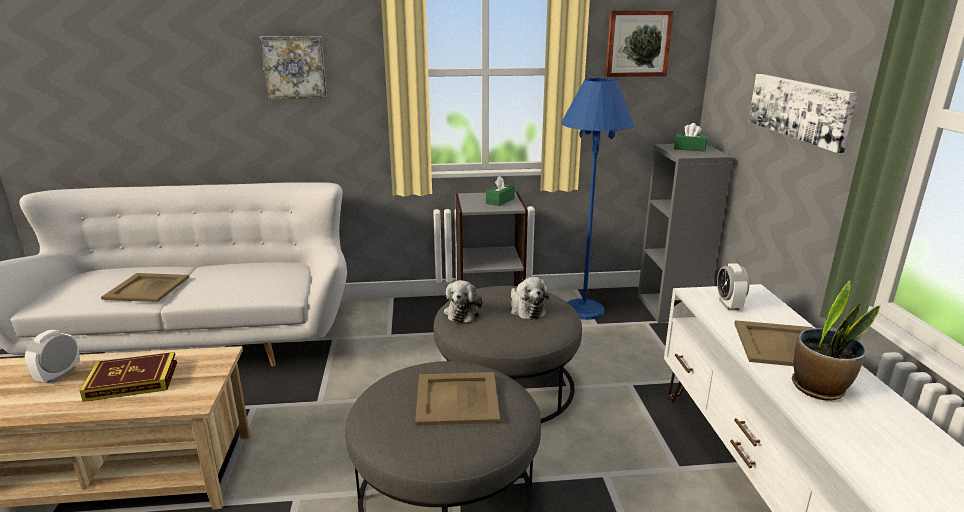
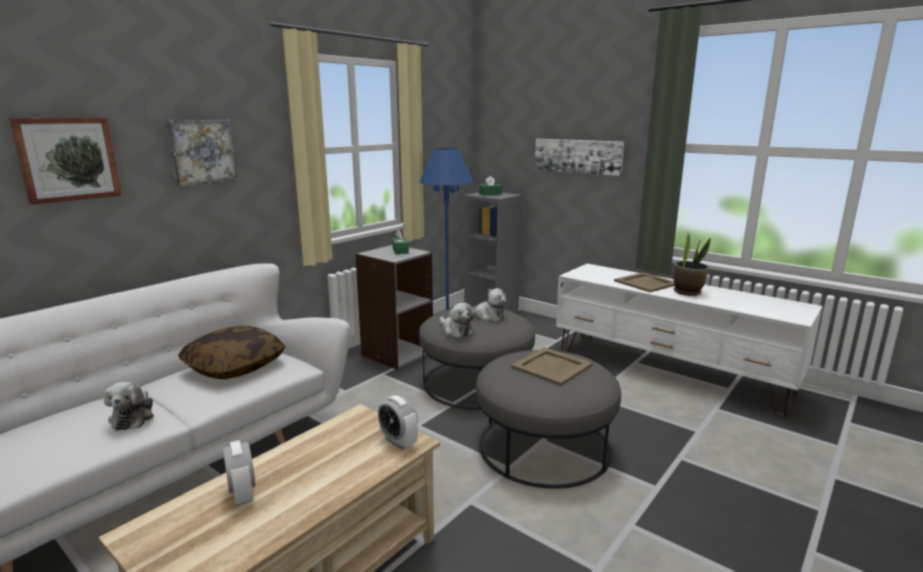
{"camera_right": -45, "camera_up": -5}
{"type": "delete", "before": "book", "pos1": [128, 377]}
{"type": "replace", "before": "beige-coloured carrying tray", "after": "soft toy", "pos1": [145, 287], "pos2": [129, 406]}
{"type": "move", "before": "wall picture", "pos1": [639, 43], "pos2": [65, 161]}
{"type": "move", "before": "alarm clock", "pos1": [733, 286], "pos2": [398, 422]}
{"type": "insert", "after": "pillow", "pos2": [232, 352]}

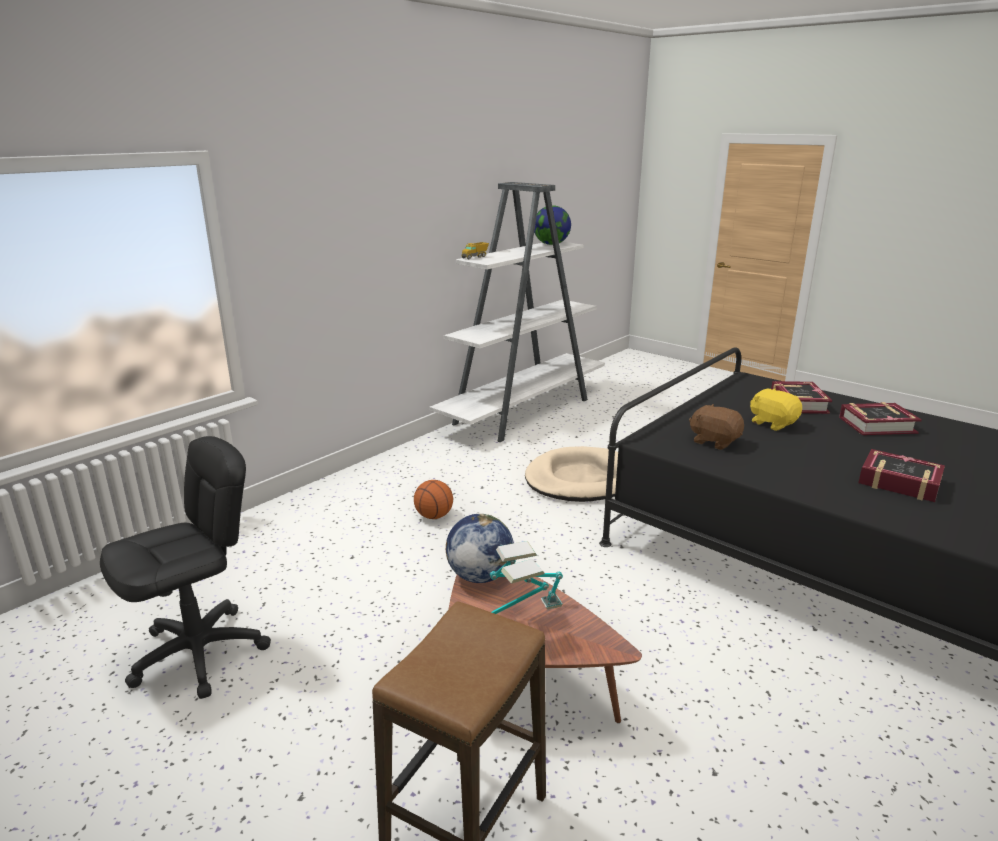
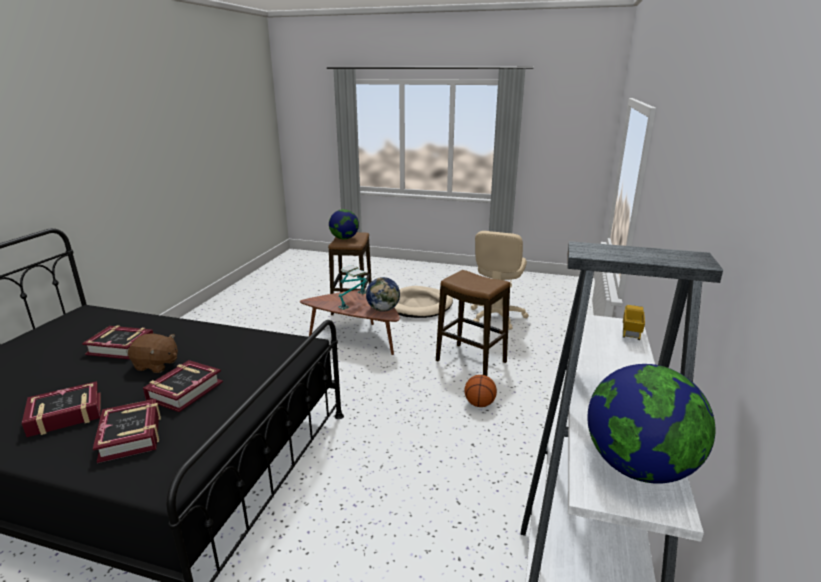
{"camera_right": 155, "camera_up": 0}
{"type": "recolor", "before": "black-coloured computer chair", "after": "beige-coloured computer chair", "pos1": [185, 567], "pos2": [500, 280]}
{"type": "move", "before": "beige-coloured pet bed", "pos1": [571, 474], "pos2": [423, 302]}
{"type": "move", "before": "brownish soft toy", "pos1": [716, 427], "pos2": [153, 353]}
{"type": "replace", "before": "yellow-coloured soft toy", "after": "book", "pos1": [776, 409], "pos2": [183, 386]}
{"type": "insert", "after": "world globe", "pos2": [344, 224]}
{"type": "insert", "after": "sitting stool", "pos2": [473, 323]}

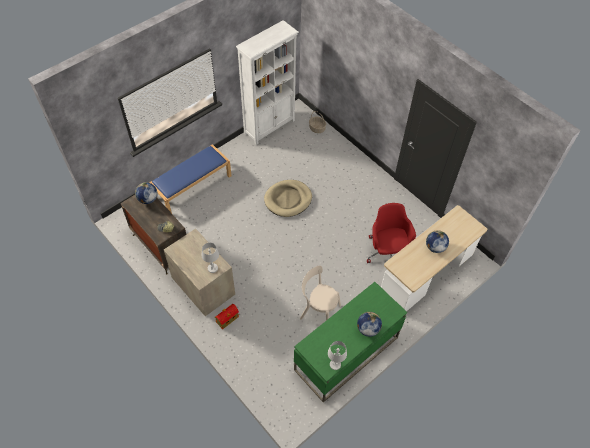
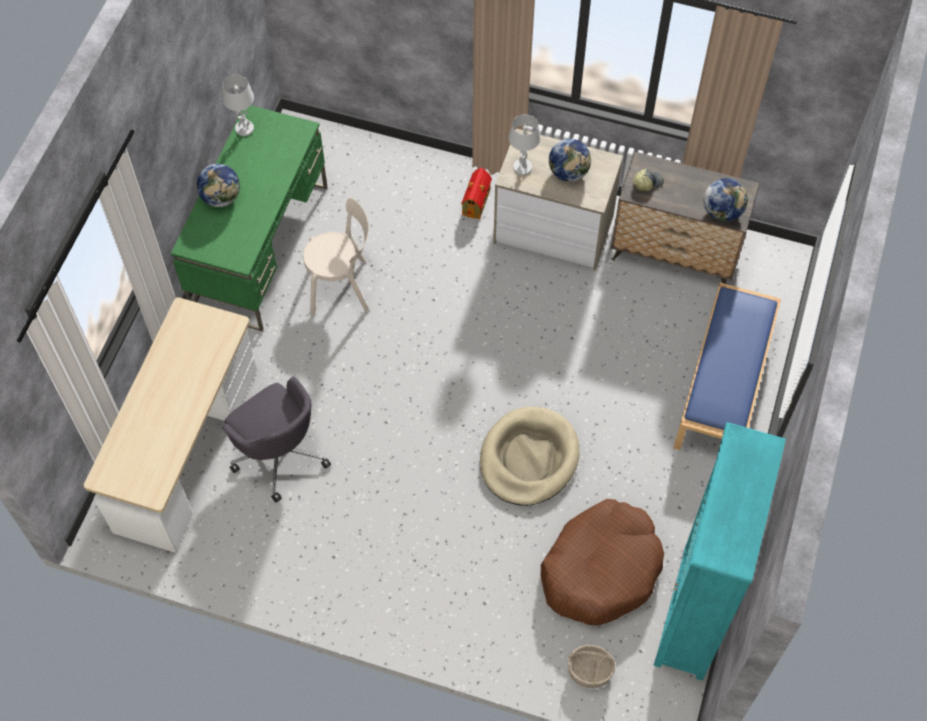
{"camera_right": 150, "camera_up": 5}
{"type": "recolor", "before": "white bookshelf", "after": "turquoise bookshelf", "pos1": [267, 82], "pos2": [720, 551]}
{"type": "recolor", "before": "red-coloured computer chair", "after": "grey computer chair", "pos1": [391, 233], "pos2": [276, 439]}
{"type": "move", "before": "world globe", "pos1": [437, 241], "pos2": [570, 160]}
{"type": "insert", "after": "brownish pet bed", "pos2": [602, 562]}

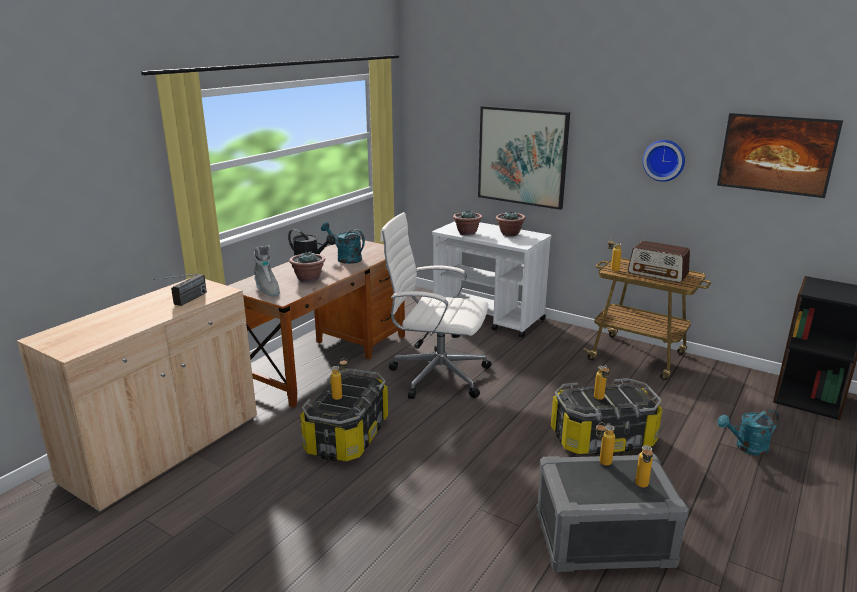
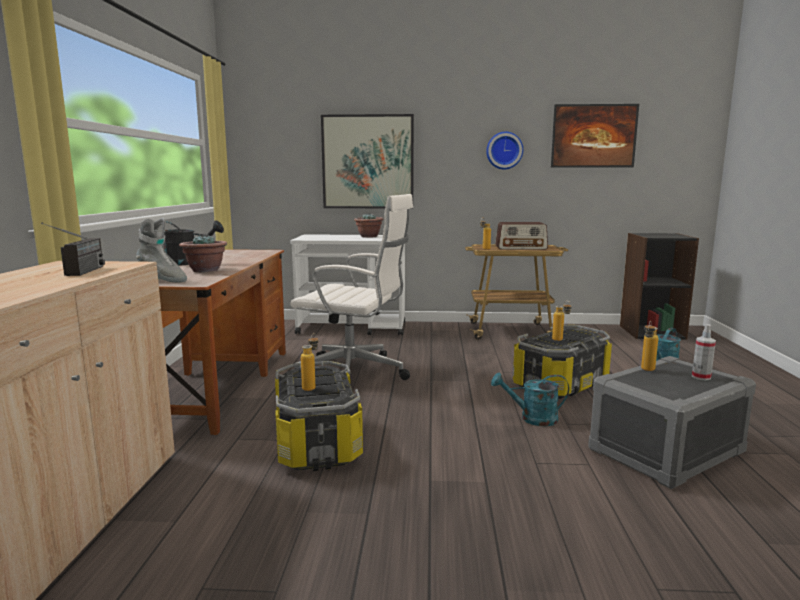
{"camera_right": -30, "camera_up": -10}
{"type": "move", "before": "turquoise watering can", "pos1": [343, 243], "pos2": [530, 399]}
{"type": "rotate", "before": "white computer chair", "pos1": [436, 305], "pos2": [351, 291], "turn": -150}
{"type": "delete", "before": "potted plant", "pos1": [467, 223]}
{"type": "replace", "before": "beverage bottle", "after": "hand sprayer", "pos1": [644, 466], "pos2": [704, 353]}

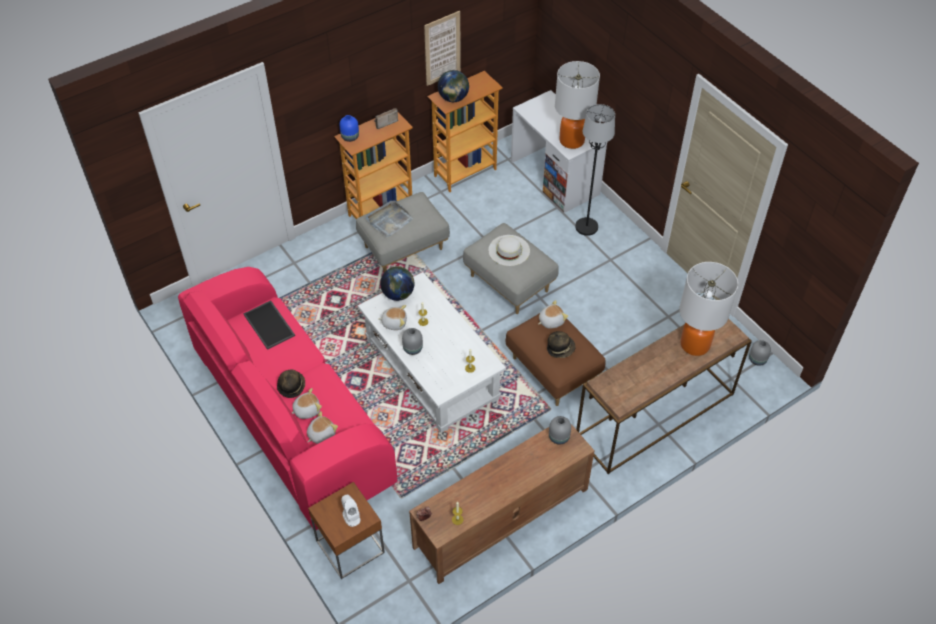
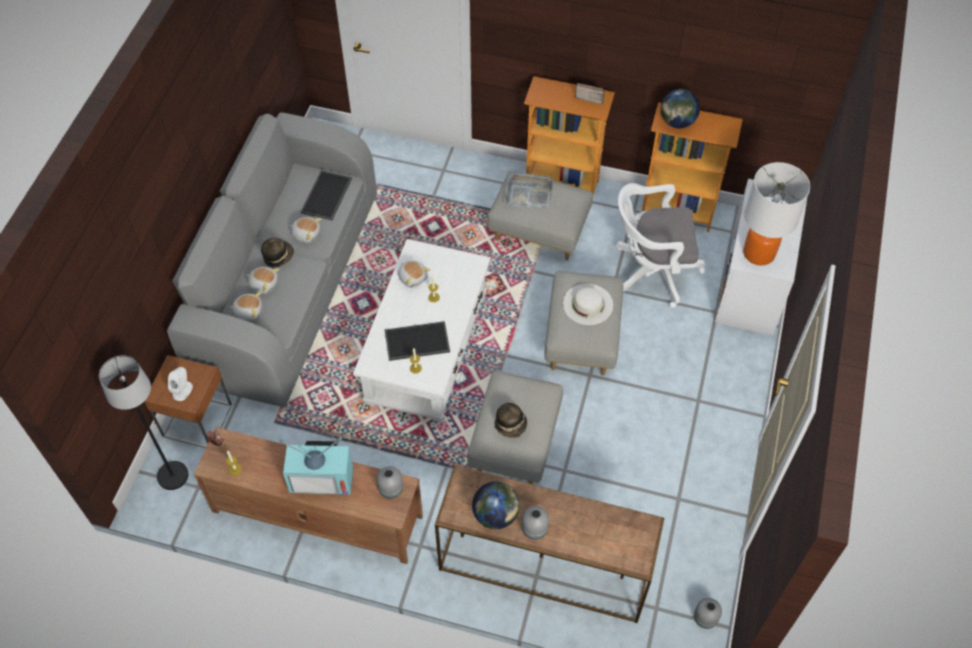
{"camera_right": 50, "camera_up": 5}
{"type": "recolor", "before": "pinkish couch", "after": "grey couch", "pos1": [288, 398], "pos2": [272, 259]}
{"type": "delete", "before": "bluish decorative vase", "pos1": [349, 128]}
{"type": "move", "before": "world globe", "pos1": [397, 283], "pos2": [495, 505]}
{"type": "move", "before": "grey decorative vase", "pos1": [412, 341], "pos2": [535, 522]}
{"type": "delete", "before": "wall picture", "pos1": [442, 48]}
{"type": "recolor", "before": "brownish ottoman", "after": "grey ottoman", "pos1": [556, 359], "pos2": [515, 427]}
{"type": "move", "before": "soft toy", "pos1": [553, 314], "pos2": [306, 230]}
{"type": "move", "before": "black-coloured standing lamp", "pos1": [595, 170], "pos2": [143, 422]}
{"type": "delete", "before": "lamp for a table", "pos1": [708, 309]}
{"type": "insert", "after": "TV", "pos2": [316, 466]}
{"type": "insert", "after": "carrying tray", "pos2": [417, 341]}
{"type": "insert", "after": "white computer chair", "pos2": [660, 245]}

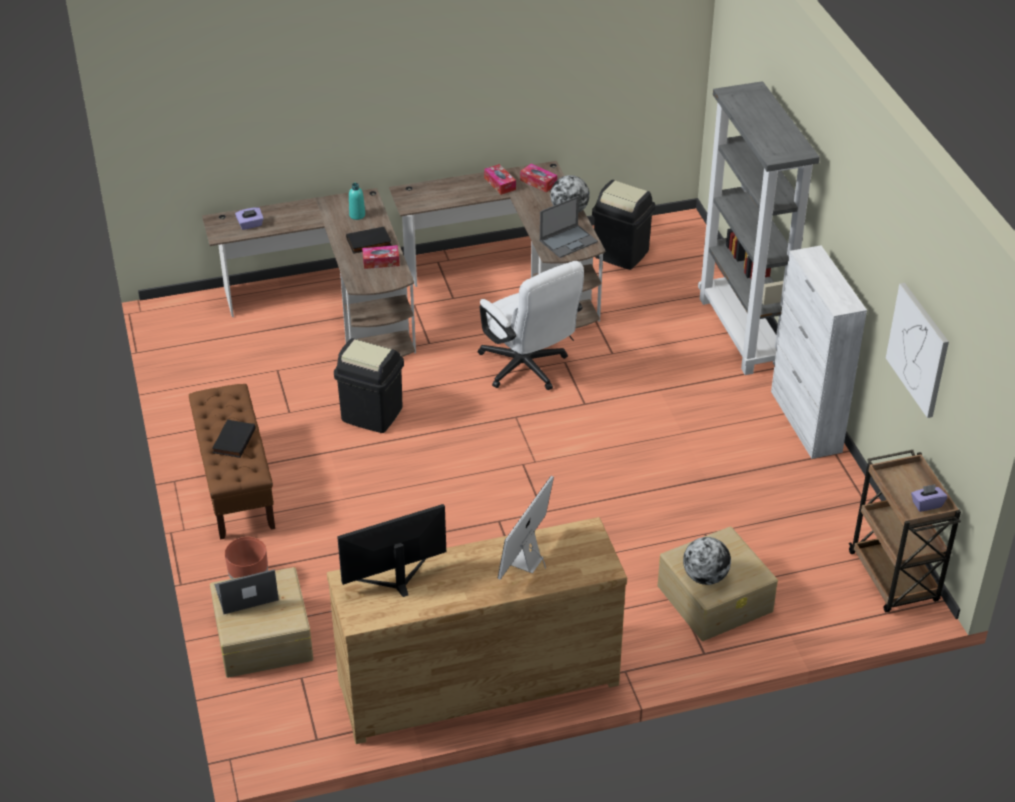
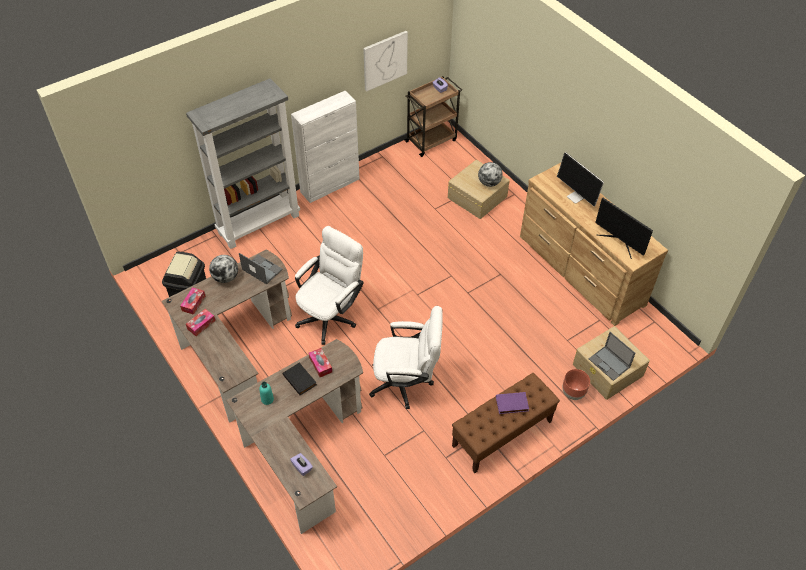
{"camera_right": -110, "camera_up": 10}
{"type": "recolor", "before": "black-coloured book", "after": "purple book", "pos1": [234, 439], "pos2": [512, 403]}
{"type": "replace", "before": "black-coloured trash can", "after": "white computer chair", "pos1": [369, 385], "pos2": [406, 357]}
{"type": "rotate", "before": "computer screen", "pos1": [526, 528], "pos2": [580, 179], "turn": 45}

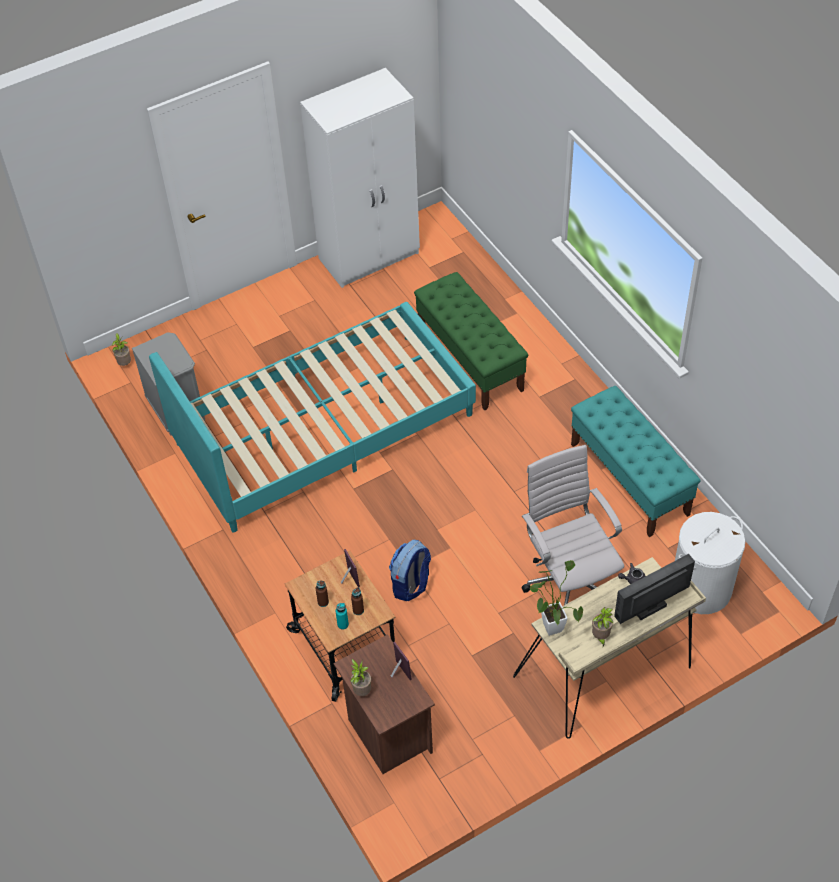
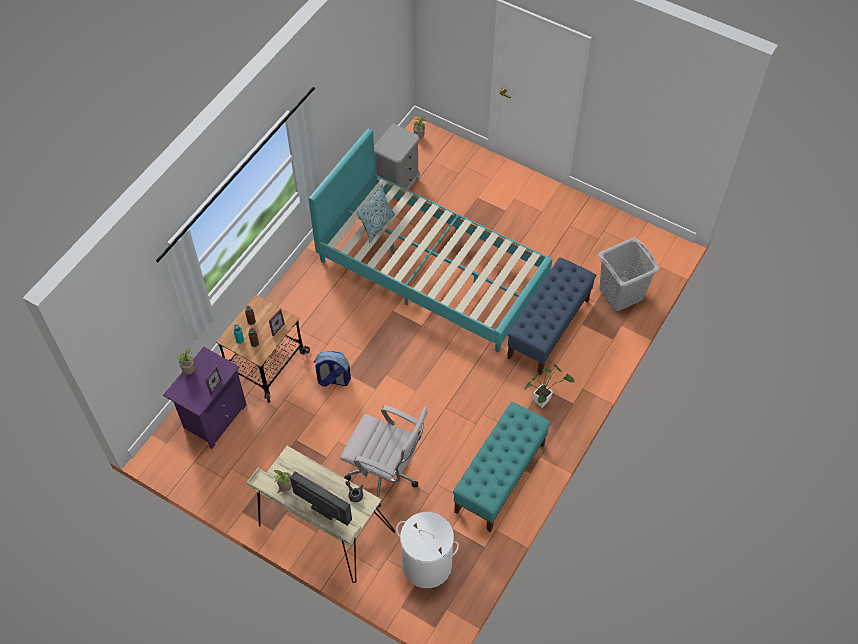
{"camera_right": 60, "camera_up": 5}
{"type": "delete", "before": "white armoire", "pos1": [360, 178]}
{"type": "recolor", "before": "brownish nightstand", "after": "purple nightstand", "pos1": [384, 704], "pos2": [205, 398]}
{"type": "recolor", "before": "green-coloured long seat", "after": "bluish long seat", "pos1": [471, 341], "pos2": [551, 316]}
{"type": "rotate", "before": "white computer chair", "pos1": [573, 525], "pos2": [384, 456], "turn": 75}
{"type": "move", "before": "potted plant", "pos1": [556, 598], "pos2": [549, 386]}
{"type": "insert", "after": "pillow", "pos2": [376, 213]}
{"type": "insert", "after": "grey washing basket", "pos2": [629, 274]}

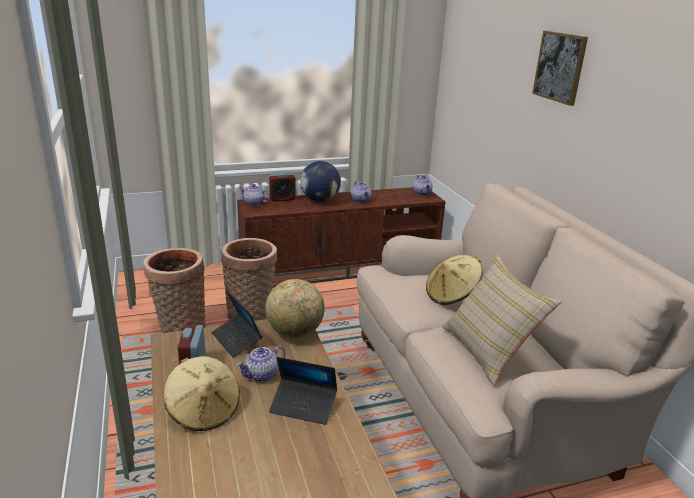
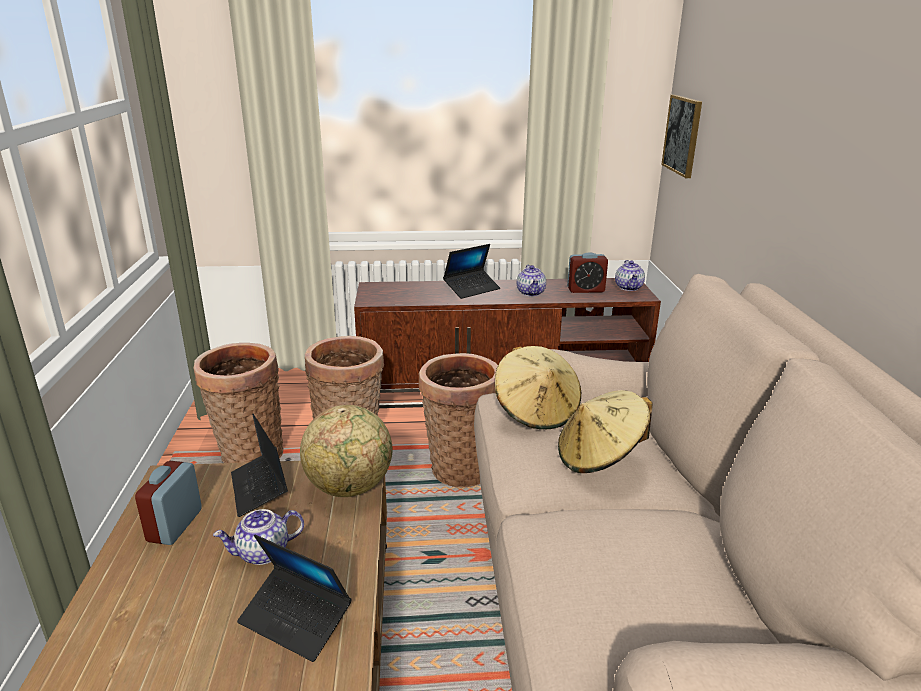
{"camera_right": 15, "camera_up": 0}
{"type": "move", "before": "beige-coloured hat", "pos1": [202, 393], "pos2": [538, 387]}
{"type": "delete", "before": "pot for tea", "pos1": [254, 195]}
{"type": "move", "before": "alarm clock", "pos1": [282, 187], "pos2": [587, 272]}
{"type": "replace", "before": "world globe", "after": "laptop", "pos1": [320, 181], "pos2": [471, 271]}
{"type": "delete", "before": "beige-coloured pillow", "pos1": [502, 320]}
{"type": "move", "before": "wall picture", "pos1": [560, 68], "pos2": [681, 136]}
{"type": "insert", "after": "household basket", "pos2": [458, 420]}

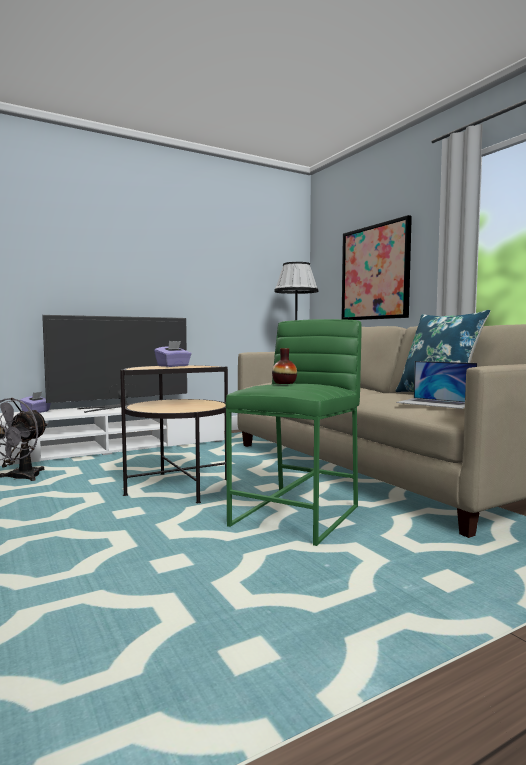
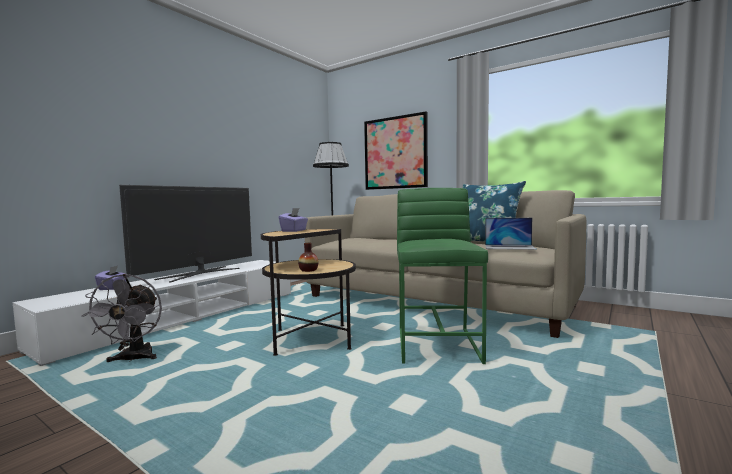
{"camera_right": -25, "camera_up": 0}
{"type": "move", "before": "decorative vase", "pos1": [284, 366], "pos2": [308, 257]}

